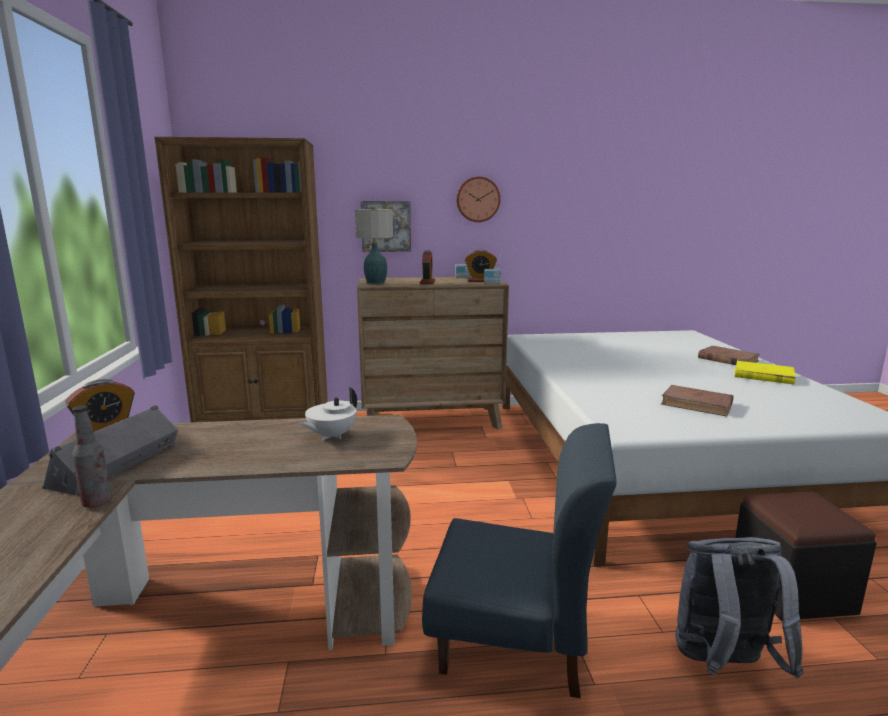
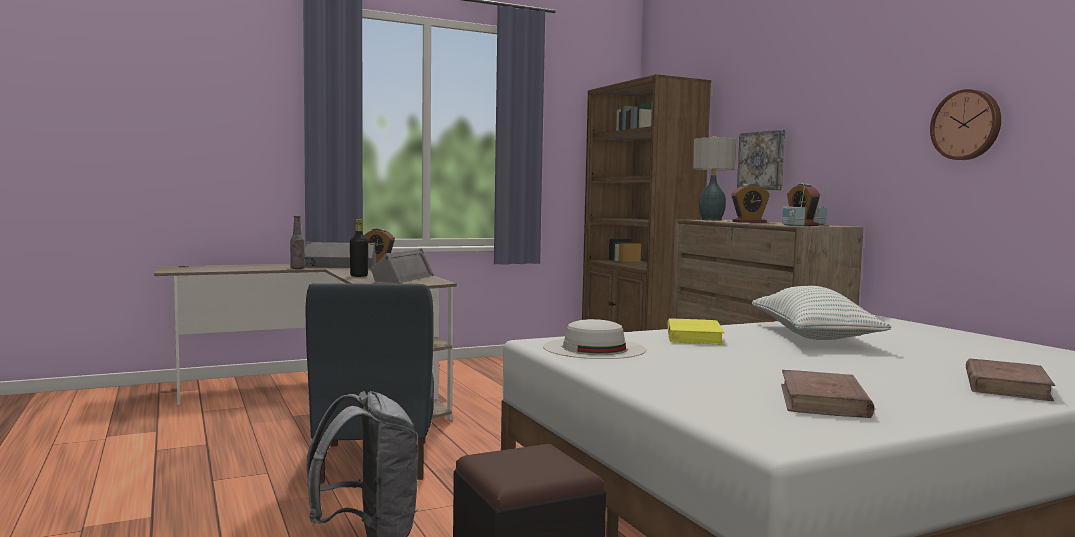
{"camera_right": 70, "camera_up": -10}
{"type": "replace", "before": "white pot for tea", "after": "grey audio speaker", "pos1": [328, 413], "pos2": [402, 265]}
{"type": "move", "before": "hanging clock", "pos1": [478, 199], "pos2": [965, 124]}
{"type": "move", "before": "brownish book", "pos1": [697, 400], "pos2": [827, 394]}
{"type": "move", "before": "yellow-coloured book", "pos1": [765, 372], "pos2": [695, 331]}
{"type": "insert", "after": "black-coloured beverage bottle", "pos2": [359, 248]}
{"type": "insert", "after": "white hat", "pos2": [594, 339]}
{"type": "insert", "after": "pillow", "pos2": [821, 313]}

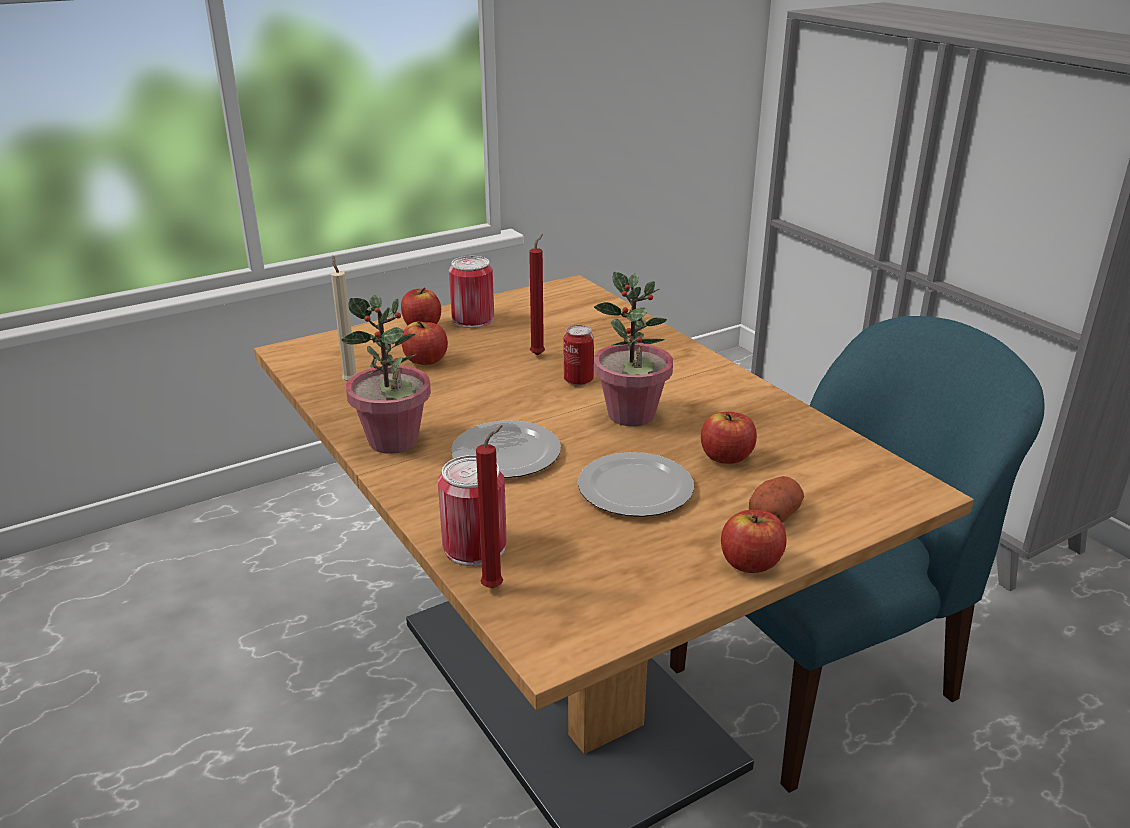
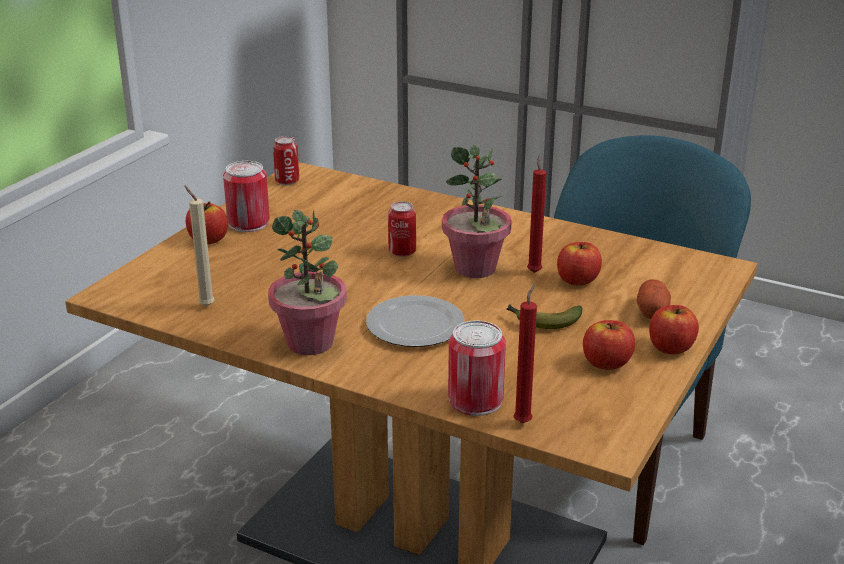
{"camera_right": -30, "camera_up": 0}
{"type": "move", "before": "apple", "pos1": [425, 343], "pos2": [609, 345]}
{"type": "move", "before": "red-coloured candle", "pos1": [537, 295], "pos2": [536, 214]}
{"type": "replace", "before": "dinner plate", "after": "whole banana", "pos1": [636, 484], "pos2": [545, 316]}
{"type": "insert", "after": "metal can", "pos2": [286, 160]}

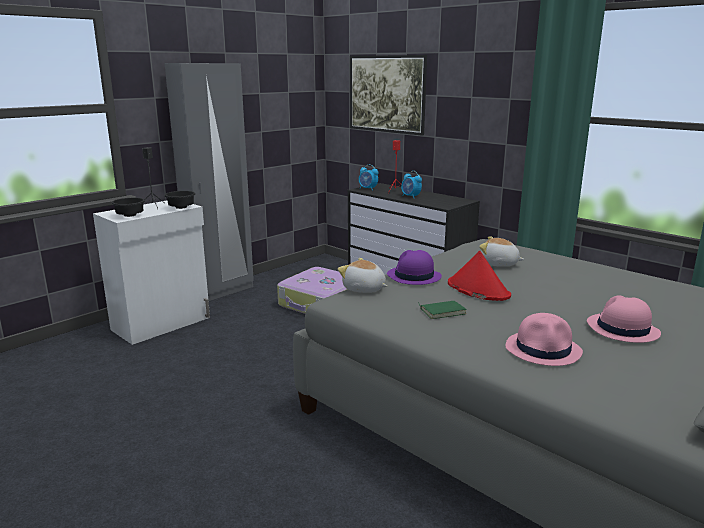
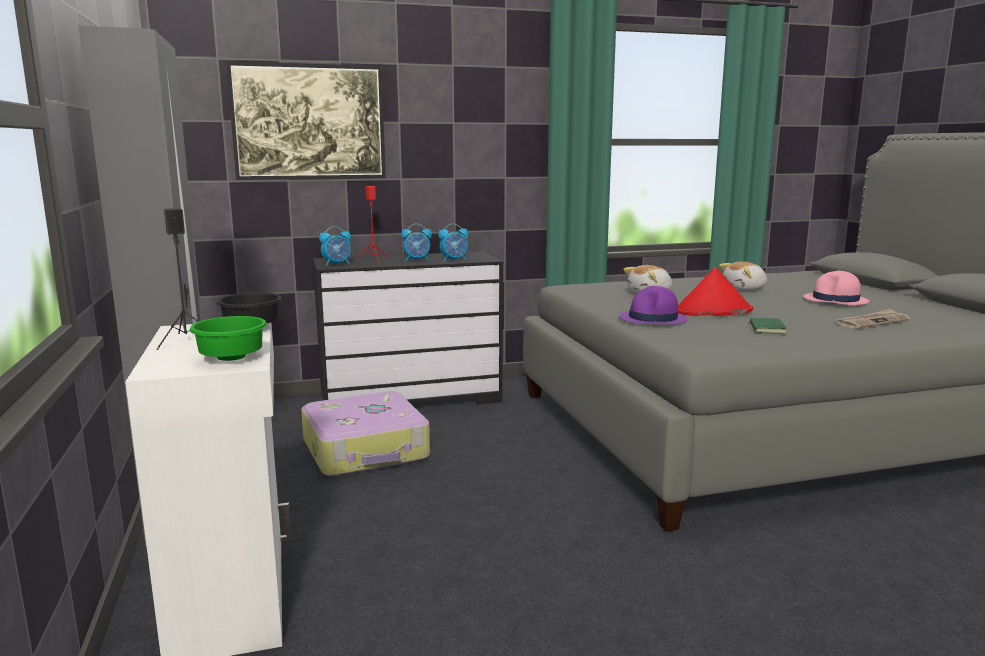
{"camera_right": -60, "camera_up": -5}
{"type": "recolor", "before": "black-coloured bowl", "after": "green-coloured bowl", "pos1": [128, 207], "pos2": [228, 338]}
{"type": "move", "before": "soft toy", "pos1": [362, 275], "pos2": [743, 275]}
{"type": "replace", "before": "pinkish hat", "after": "daily paper", "pos1": [544, 339], "pos2": [873, 319]}
{"type": "insert", "after": "alarm clock", "pos2": [453, 242]}

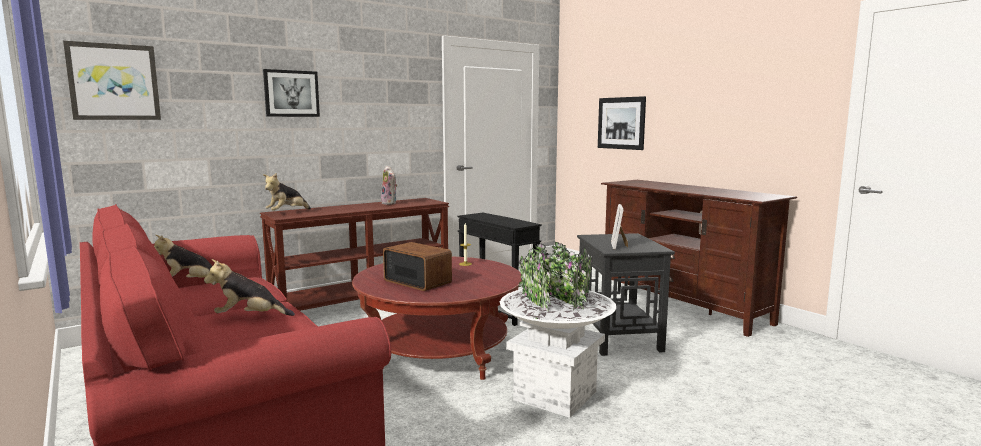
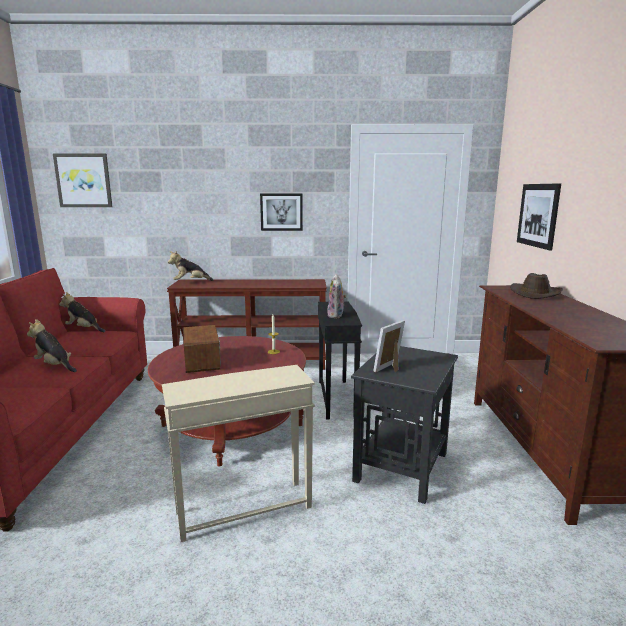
{"camera_right": 35, "camera_up": 5}
{"type": "move", "before": "wall picture", "pos1": [291, 93], "pos2": [281, 212]}
{"type": "move", "before": "soft toy", "pos1": [389, 185], "pos2": [336, 296]}
{"type": "replace", "before": "white flower pot", "after": "beige-coloured accent table", "pos1": [558, 330], "pos2": [238, 453]}
{"type": "insert", "after": "brownish hat", "pos2": [536, 286]}

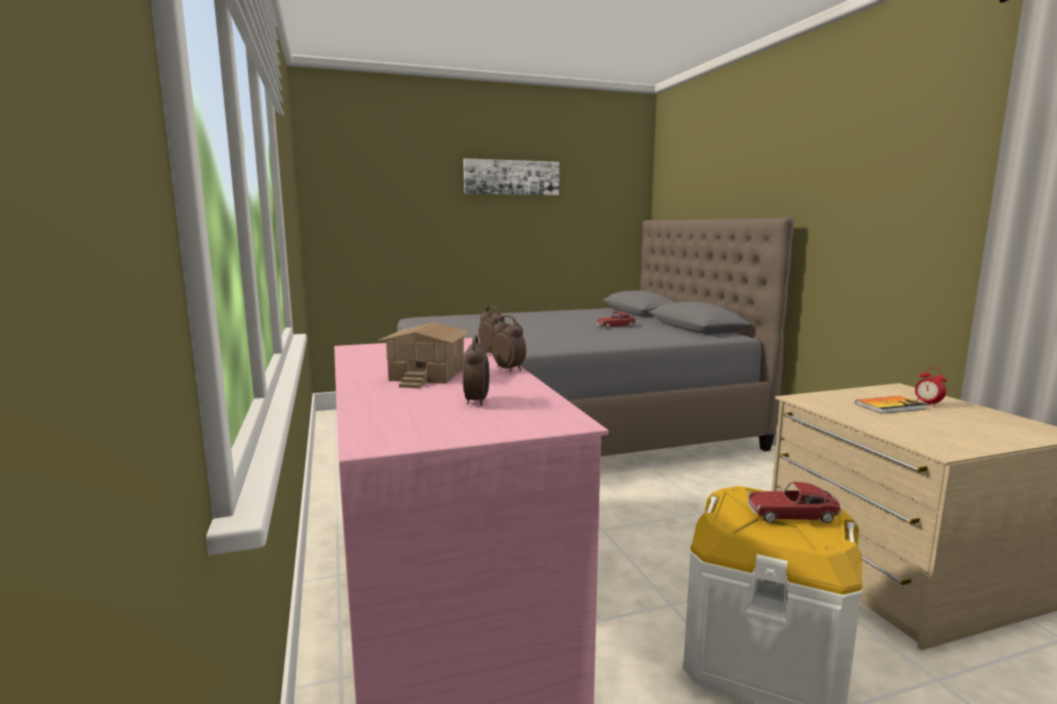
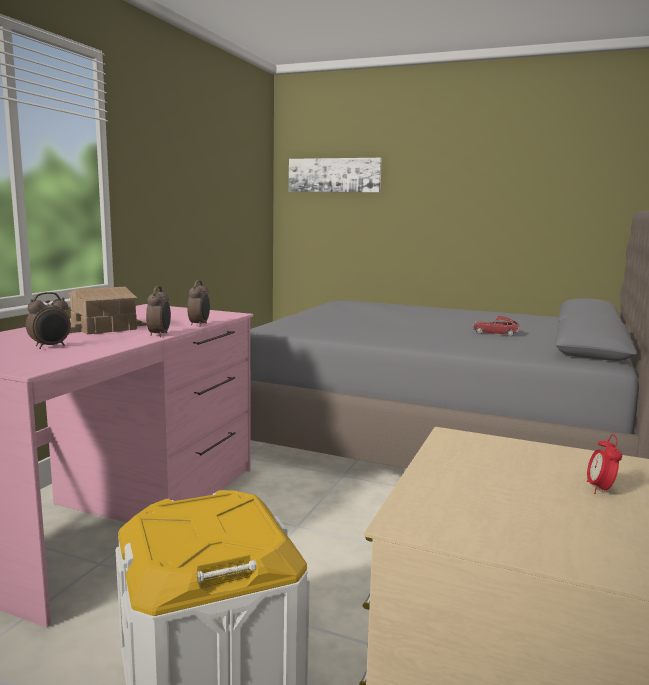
{"camera_right": 40, "camera_up": 0}
{"type": "move", "before": "wall picture", "pos1": [511, 176], "pos2": [335, 175]}
{"type": "delete", "before": "miniature car", "pos1": [794, 502]}
{"type": "delete", "before": "book", "pos1": [891, 405]}

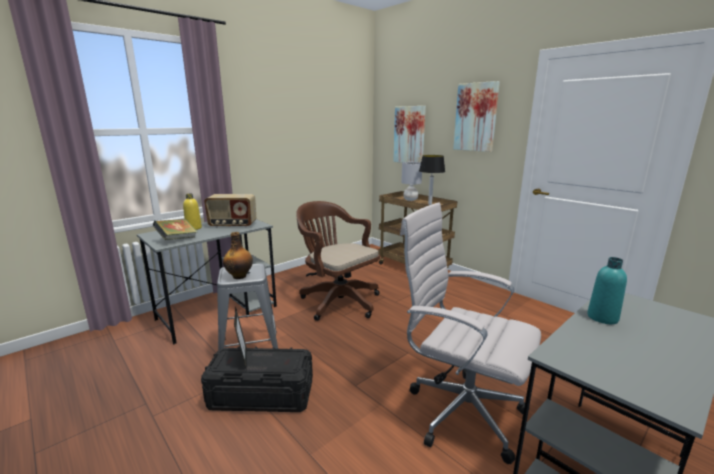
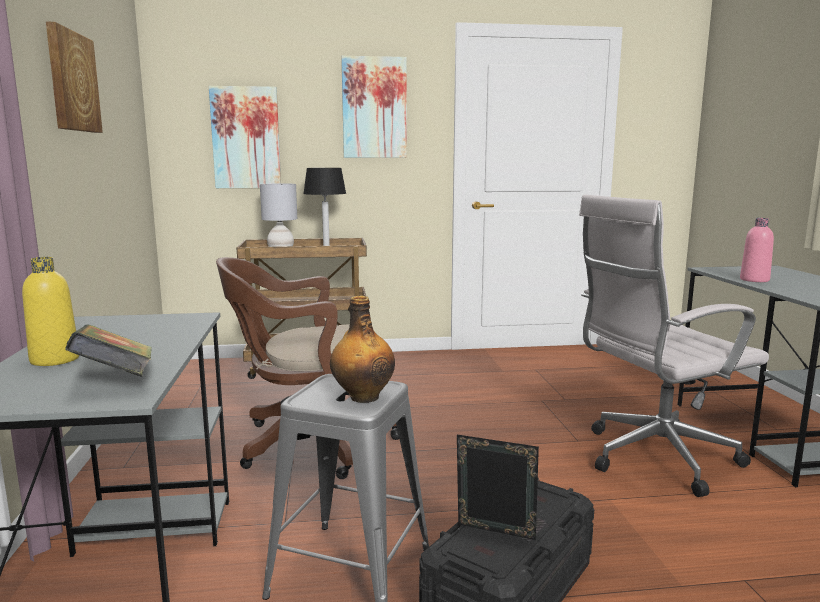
{"camera_right": -55, "camera_up": -5}
{"type": "delete", "before": "radio set", "pos1": [230, 211]}
{"type": "recolor", "before": "turquoise beverage bottle", "after": "pinkish beverage bottle", "pos1": [607, 290], "pos2": [757, 250]}
{"type": "insert", "after": "wall picture", "pos2": [74, 77]}

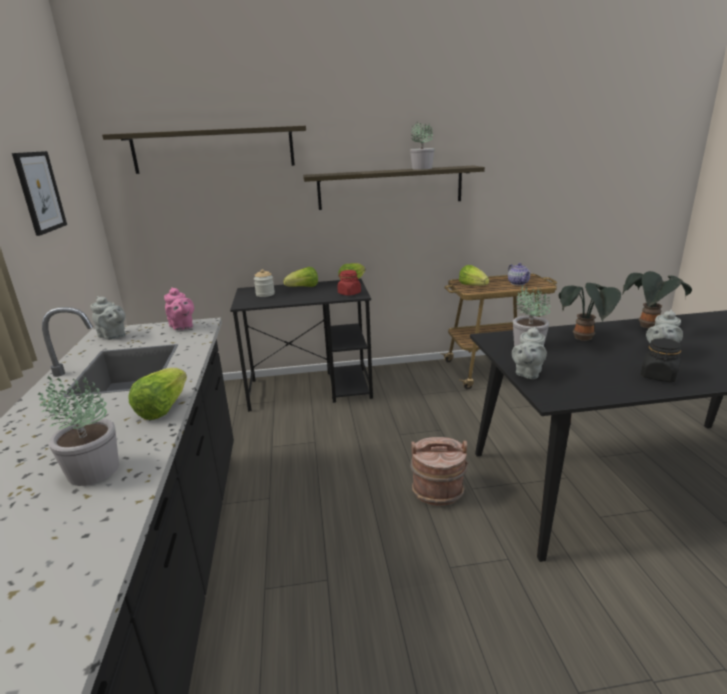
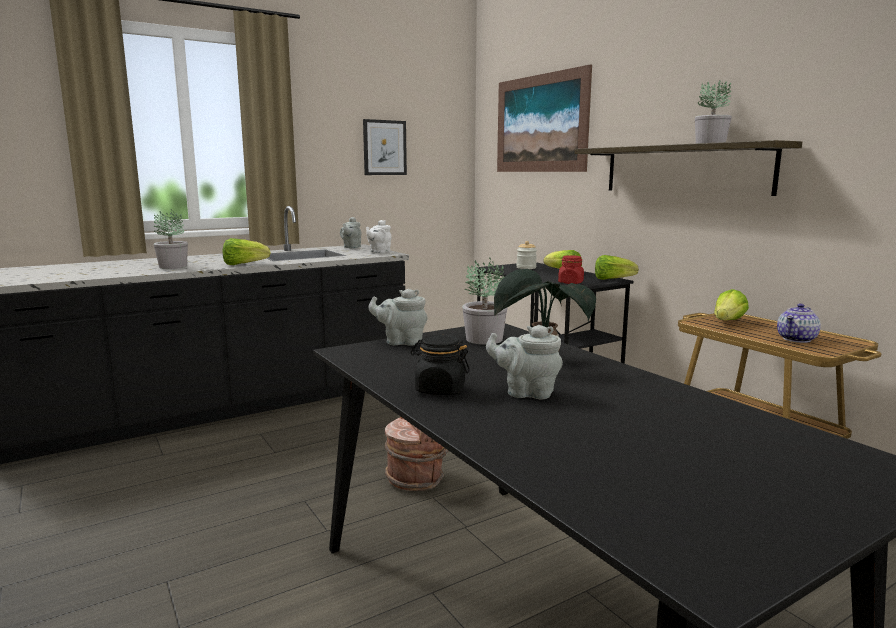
{"camera_right": 65, "camera_up": -10}
{"type": "replace", "before": "wall shelf", "after": "wall picture", "pos1": [204, 150], "pos2": [544, 118]}
{"type": "recolor", "before": "pinkish pot for tea", "after": "white pot for tea", "pos1": [179, 308], "pos2": [378, 236]}
{"type": "delete", "before": "potted plant", "pos1": [657, 299]}

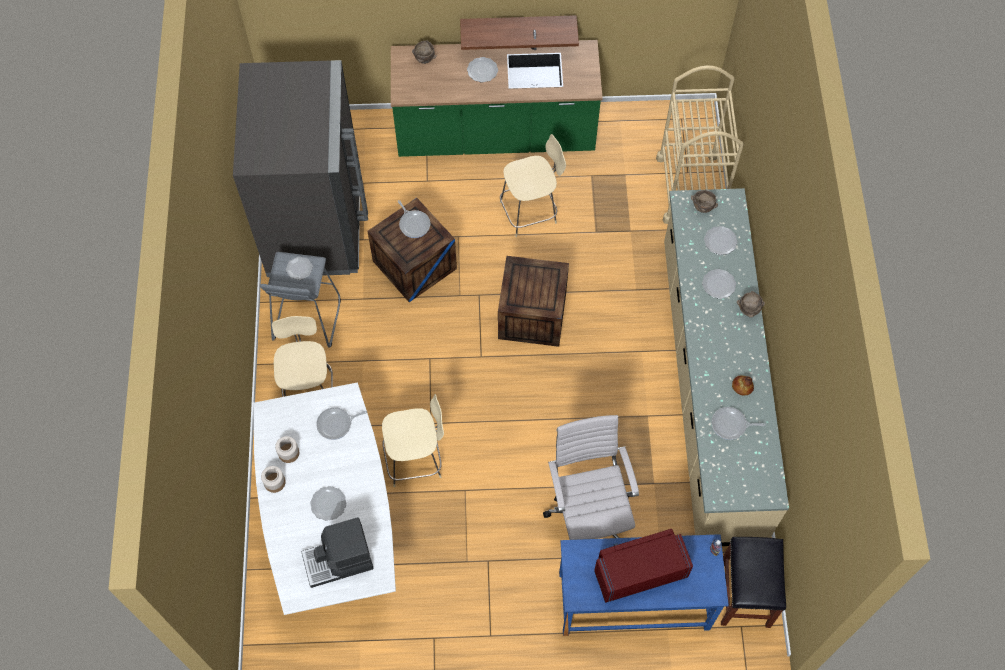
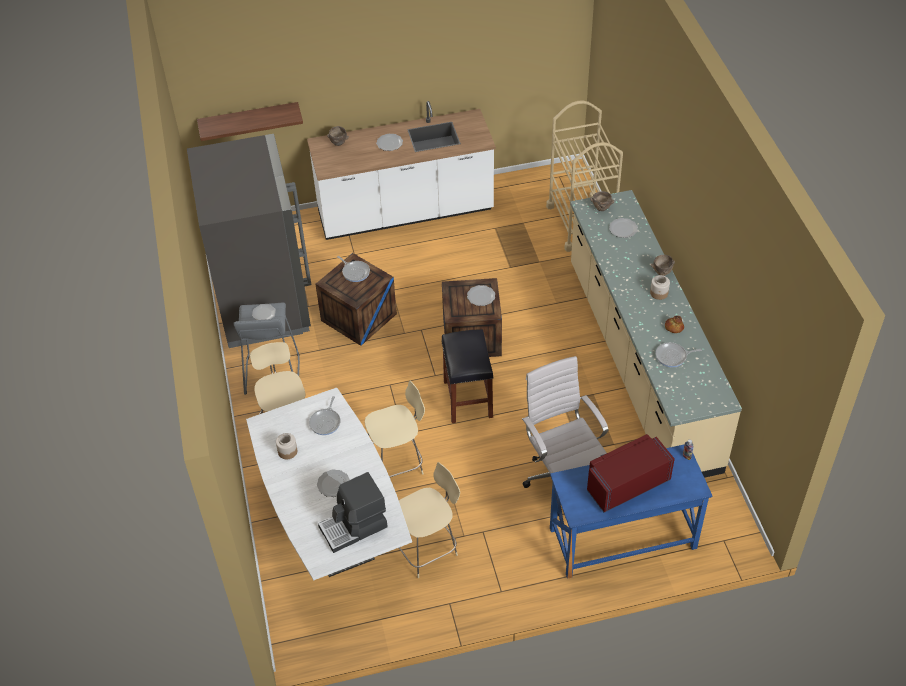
{"camera_right": -10, "camera_up": -15}
{"type": "move", "before": "storage jar", "pos1": [273, 479], "pos2": [660, 287]}
{"type": "rotate", "before": "pan", "pos1": [341, 423], "pos2": [325, 415], "turn": -45}
{"type": "recolor", "before": "green-coloured counter", "after": "white counter", "pos1": [497, 93], "pos2": [401, 170]}
{"type": "move", "before": "wall shelf", "pos1": [519, 32], "pos2": [250, 121]}
{"type": "move", "before": "beige-coloured chair", "pos1": [533, 185], "pos2": [429, 520]}
{"type": "move", "before": "dinner plate", "pos1": [719, 284], "pos2": [481, 295]}
{"type": "move", "before": "black-coloured sitting stool", "pos1": [753, 582], "pos2": [467, 376]}

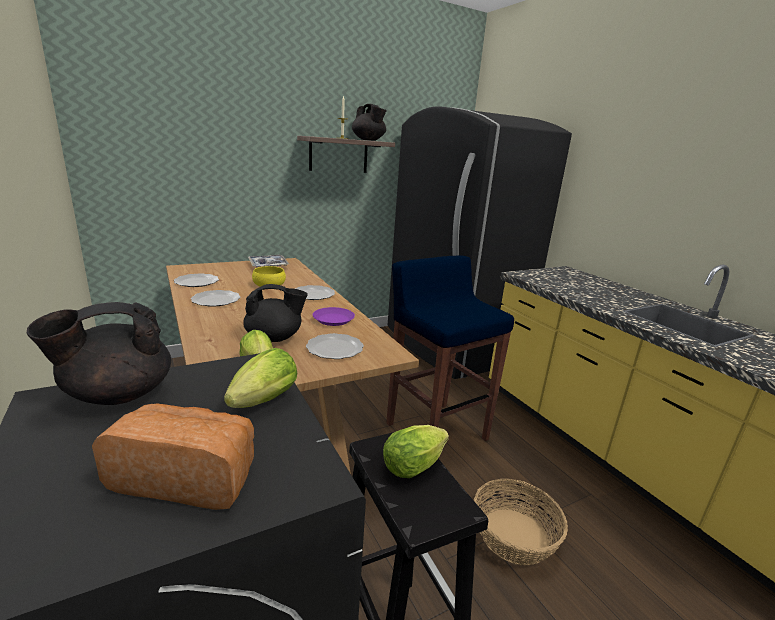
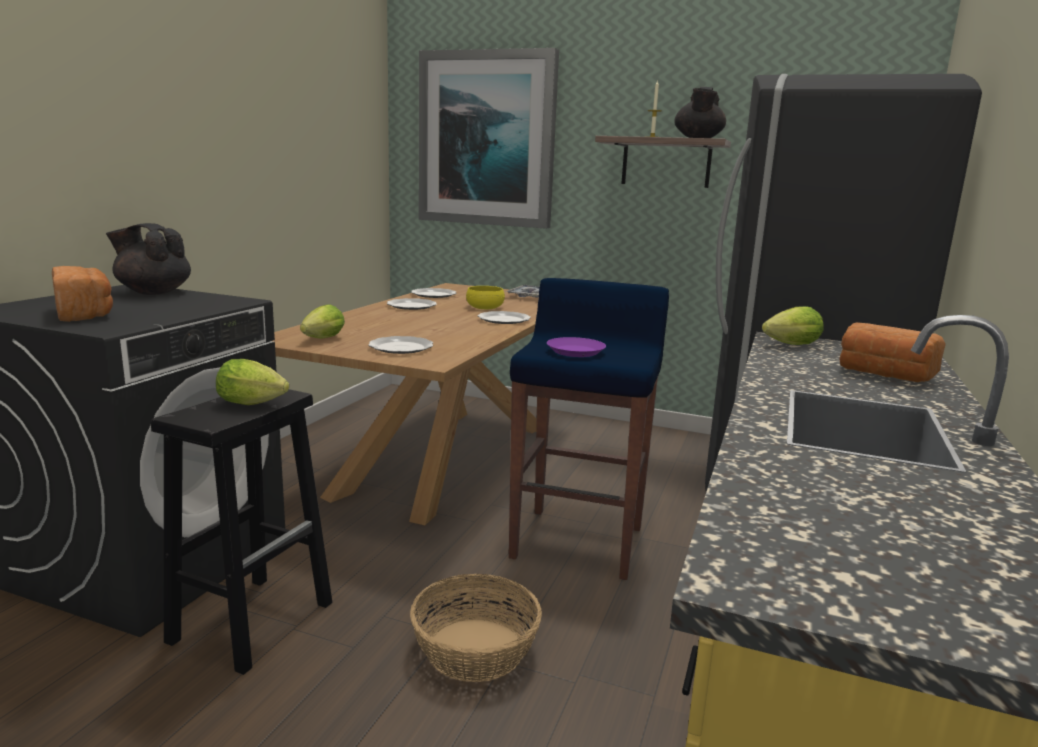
{"camera_right": 50, "camera_up": -5}
{"type": "move", "before": "lettuce", "pos1": [260, 378], "pos2": [793, 325]}
{"type": "delete", "before": "black-coloured pot for tea", "pos1": [275, 313]}
{"type": "move", "before": "purple dinner plate", "pos1": [334, 316], "pos2": [576, 347]}
{"type": "insert", "after": "wall picture", "pos2": [489, 138]}
{"type": "insert", "after": "bread", "pos2": [892, 352]}

